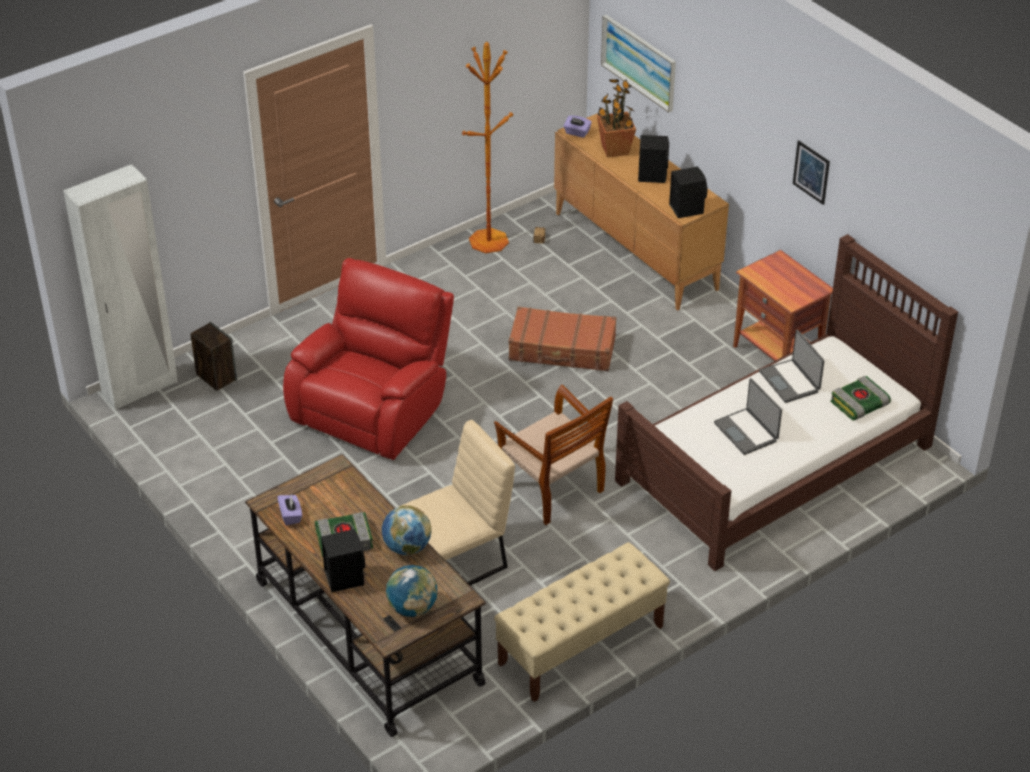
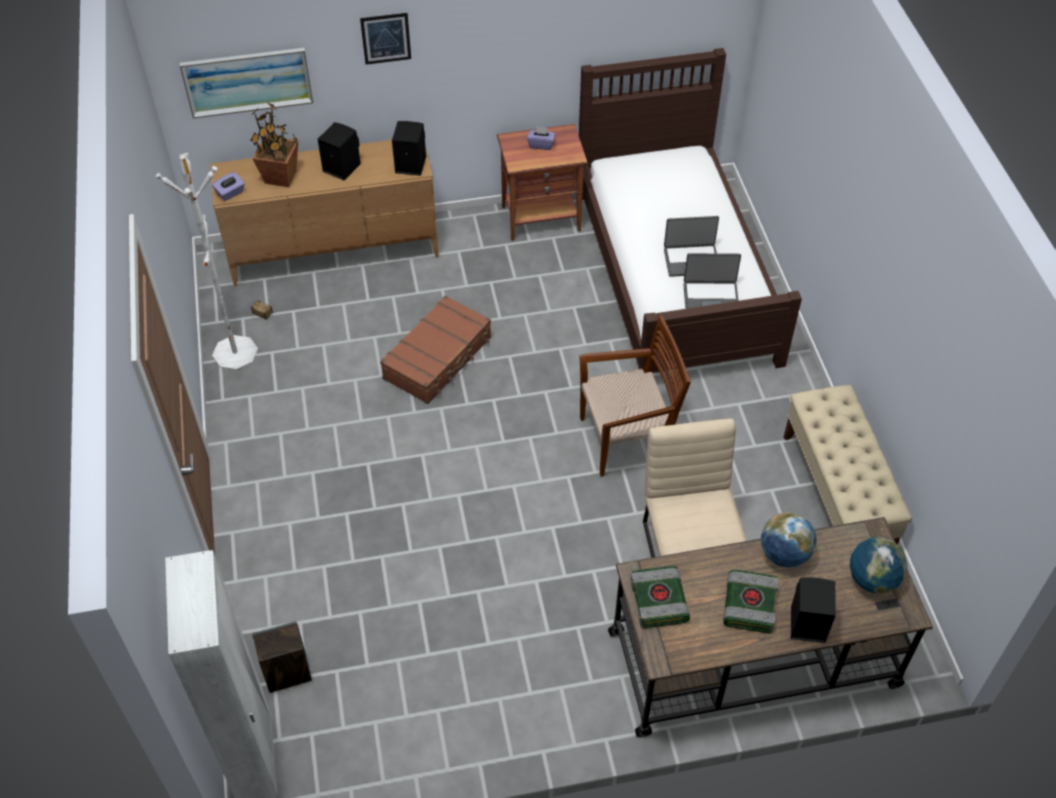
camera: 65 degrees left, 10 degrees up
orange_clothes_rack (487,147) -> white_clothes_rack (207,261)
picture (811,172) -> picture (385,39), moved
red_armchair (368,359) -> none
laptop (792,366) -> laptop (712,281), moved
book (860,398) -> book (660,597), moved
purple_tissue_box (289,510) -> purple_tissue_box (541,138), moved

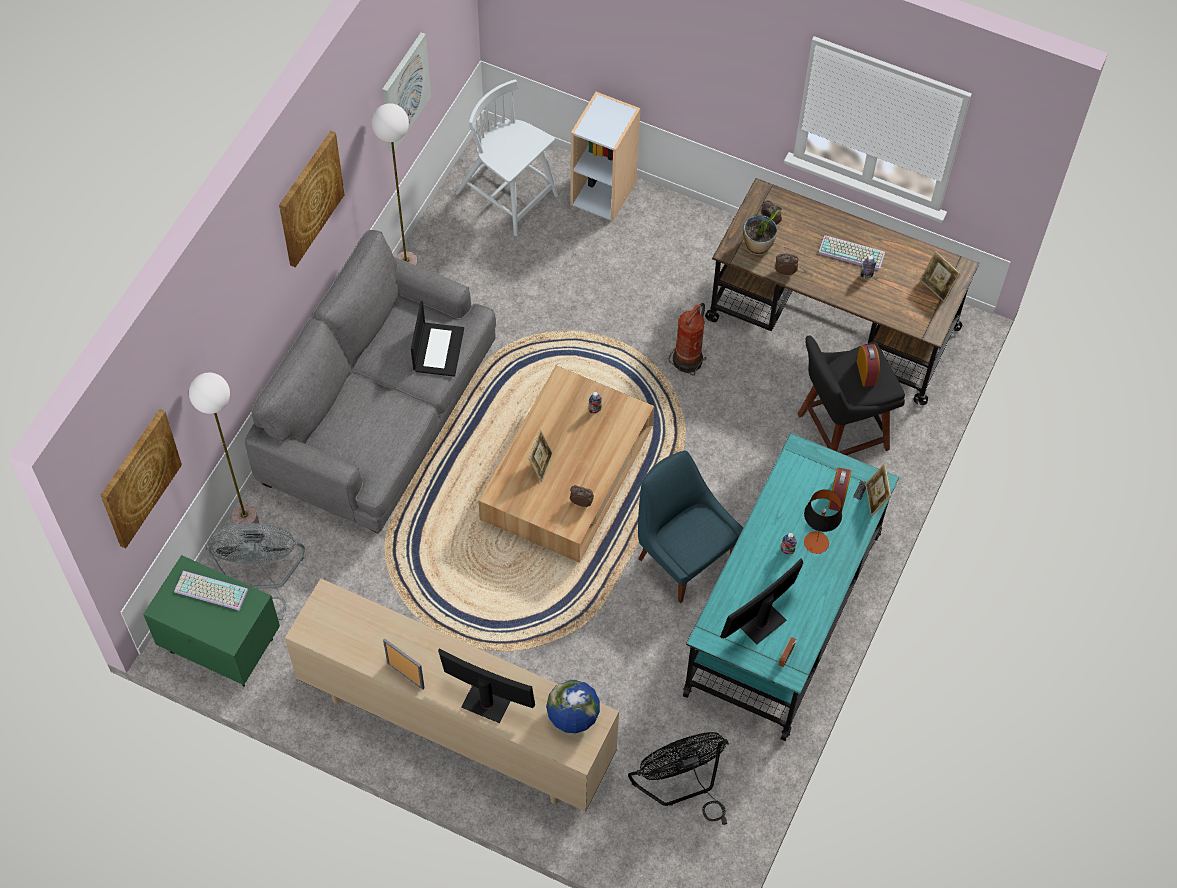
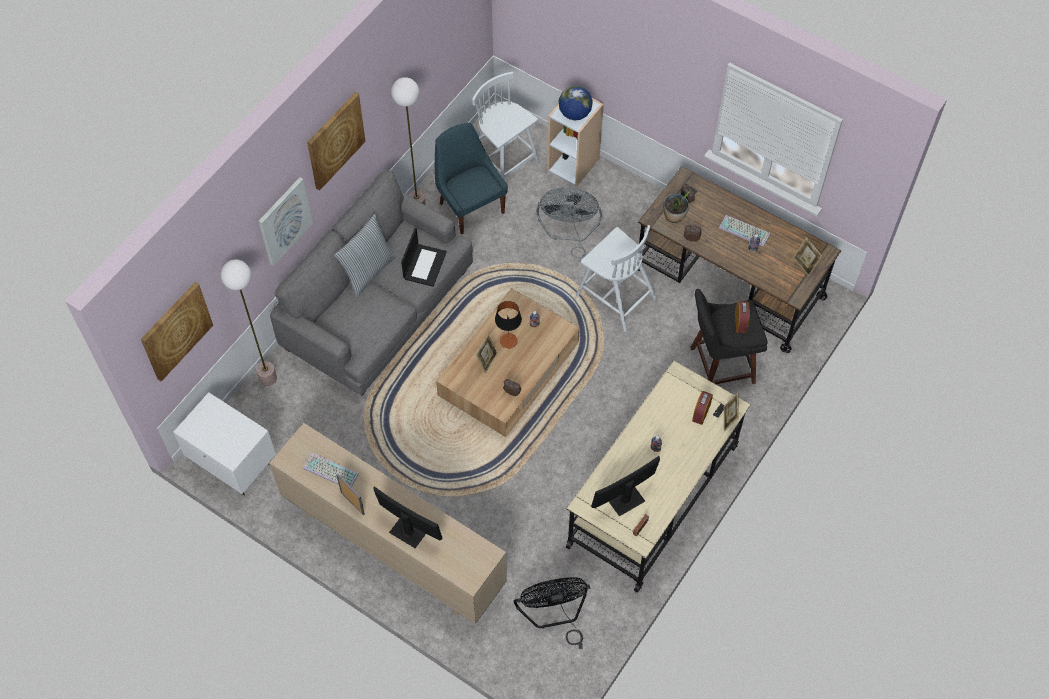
camera: 10 degrees right, 0 degrees up
picture (406,91) -> picture (285,221), moved
fire_extinguisher (687,339) -> white_chair (617,278)
turquoise_desk (791,587) -> beige_desk (658,476)
blue_chair (690,527) -> blue_chair (471,179), moved
table_lamp (823,521) -> table_lamp (508,325), moved
grey_fan (255,571) -> grey_fan (569,225), moved
green_nightstand (211,621) -> white_nightstand (224,443)
keyboard (211,591) -> keyboard (331,470), moved
globe (573,706) -> globe (575,103), moved
none -> pillow (365,255)

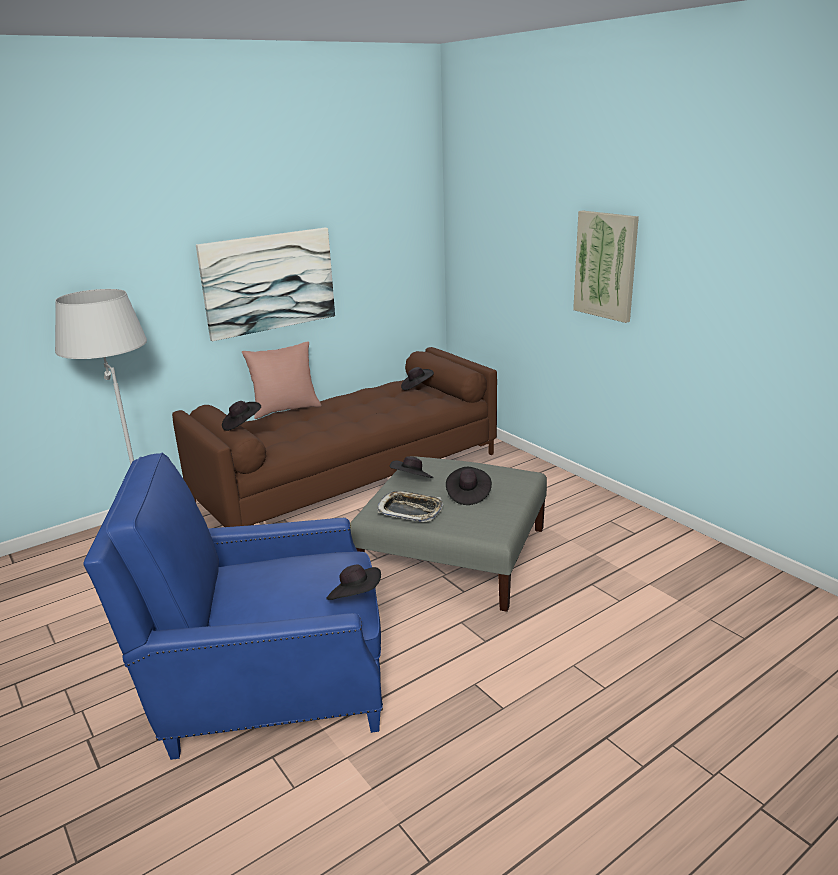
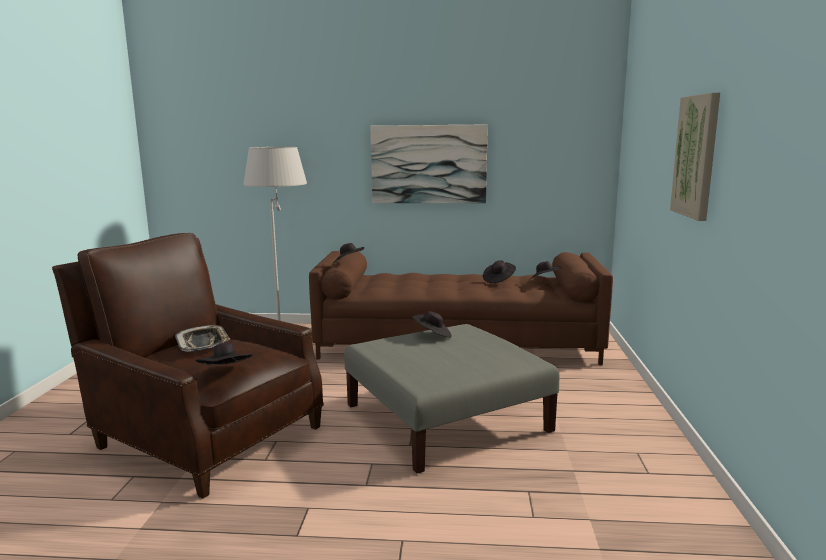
camera: 40 degrees right, 10 degrees down
pink_pillow (281,380) -> none
blue_armchair (233,606) -> brown_armchair (188,366)
black_hat (469,486) -> black_hat (499,271), moved
tray (410,506) -> tray (202,338), moved

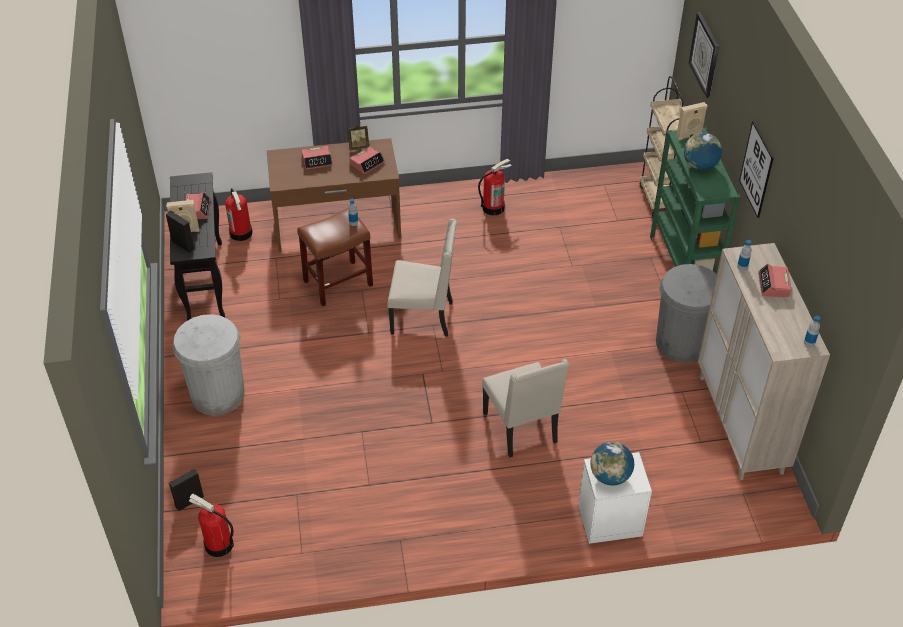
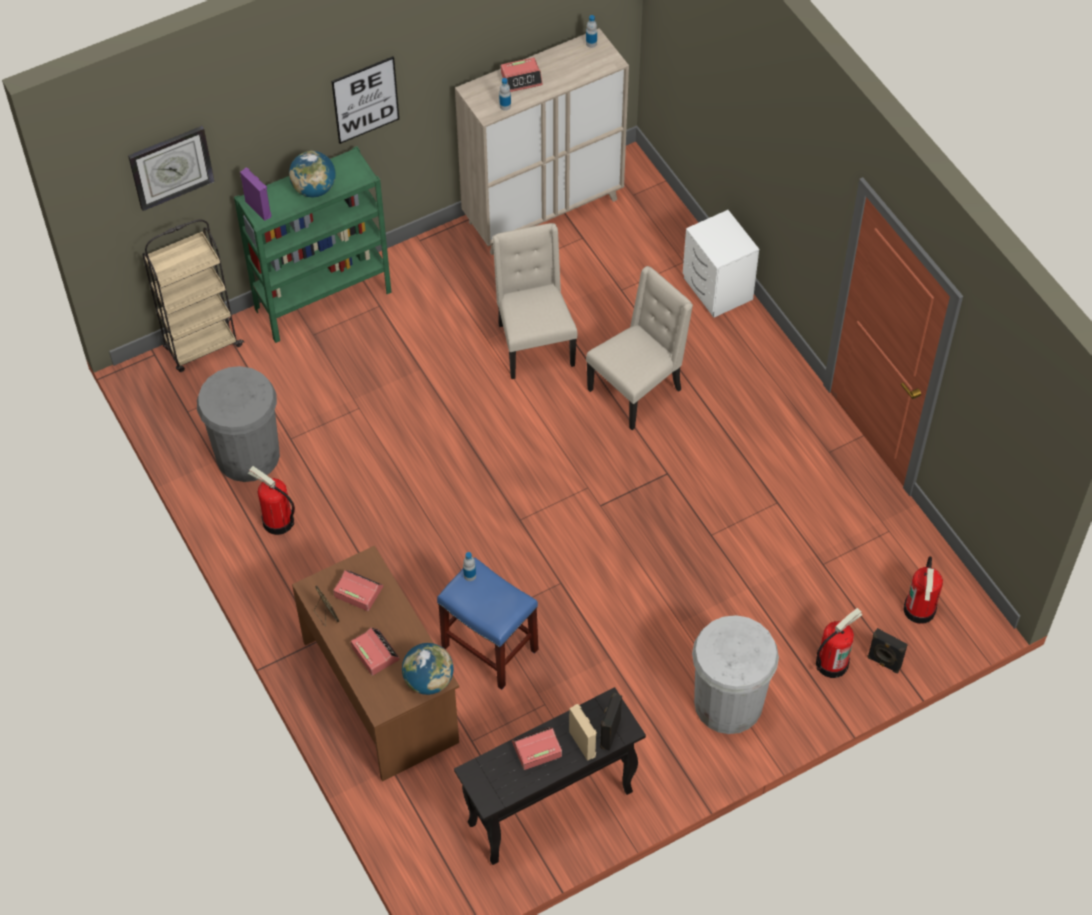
camera: 110 degrees left, 10 degrees up
beige_speaker (692,121) -> purple_speaker (255,194)
fire_extinguisher (238,214) -> fire_extinguisher (839,643), moved
brown_stool (335,257) -> blue_stool (488,624)
beige_chair (422,278) -> beige_chair (534,301), moved
grey_trash_can (686,313) -> grey_trash_can (238,424), moved
globe (612,464) -> globe (427,669), moved

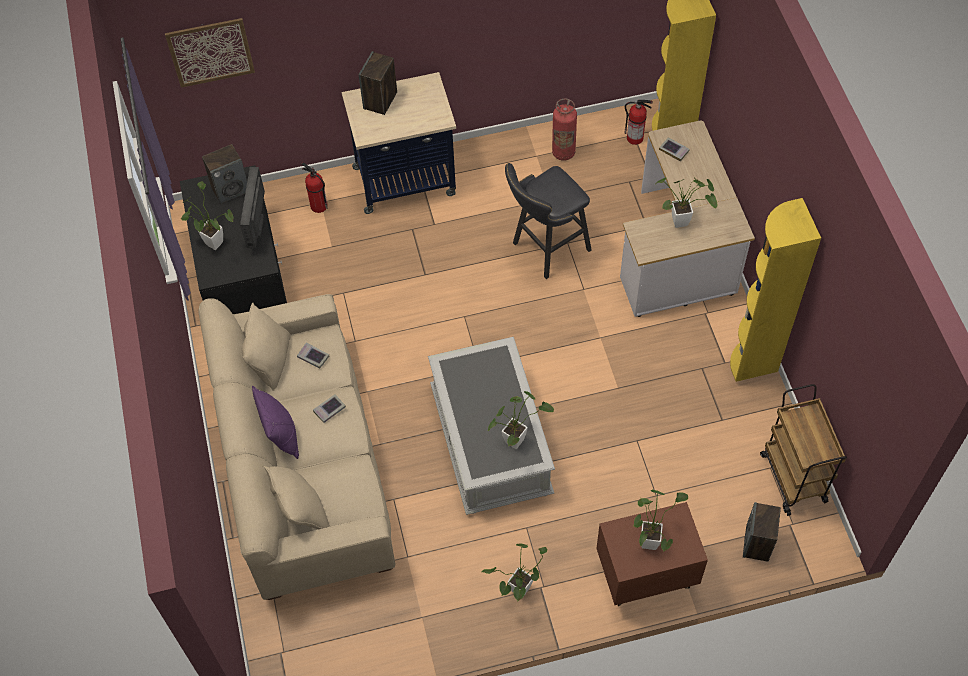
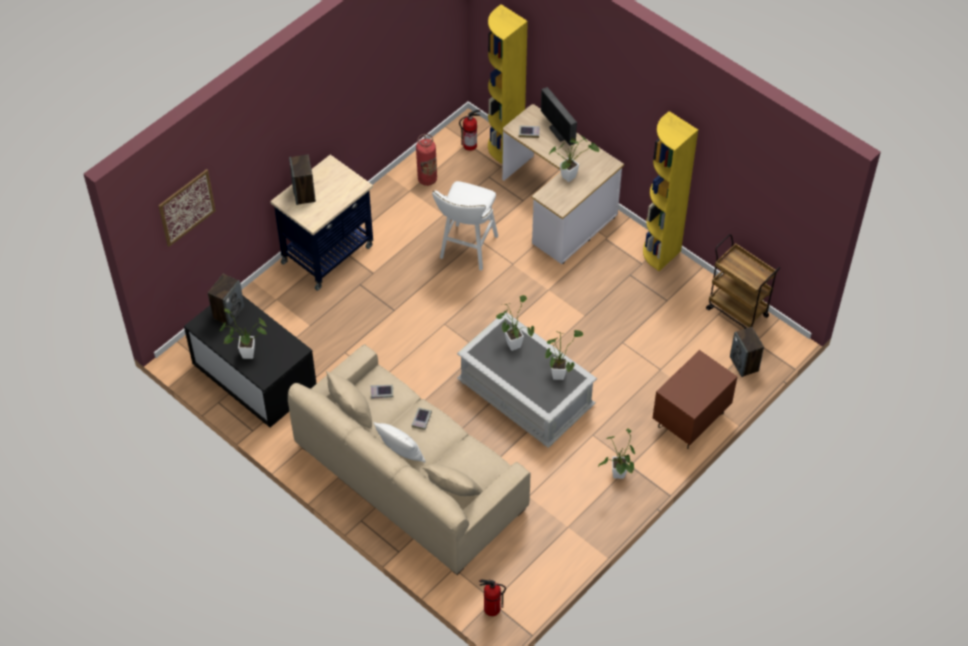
camera: 35 degrees left, 5 degrees down
fire_extinguisher (314,187) -> fire_extinguisher (492,597), moved
black_stool (548,221) -> white_stool (465,226)
monitor (252,208) -> monitor (559,116), moved
purple_pillow (275,422) -> white_pillow (399,442)
potted_plant (661,521) -> potted_plant (515,323), moved

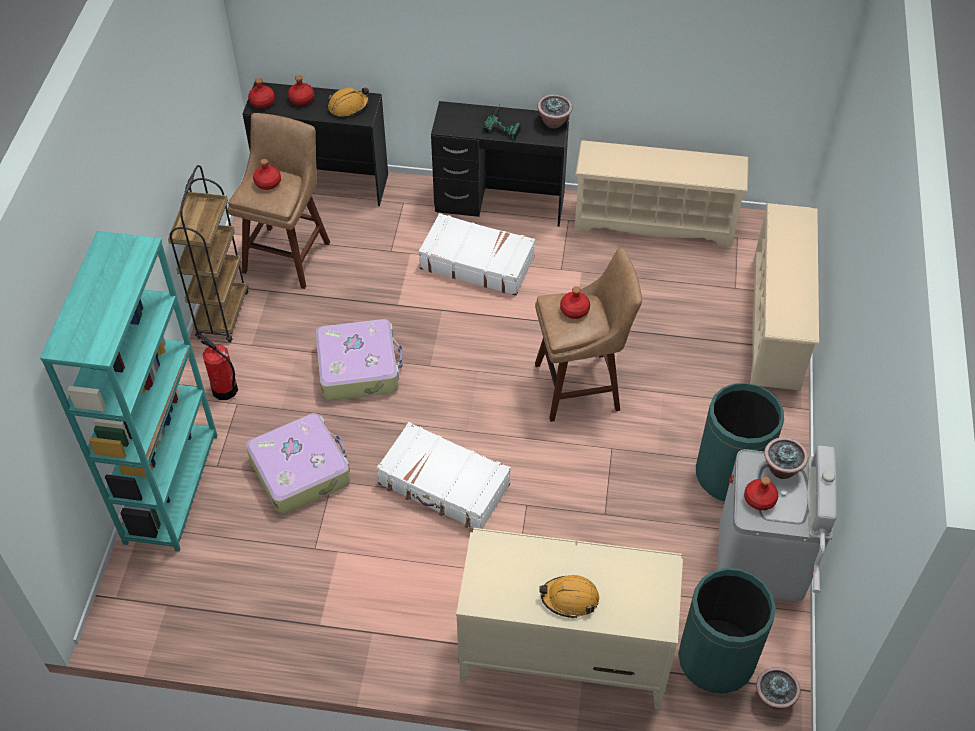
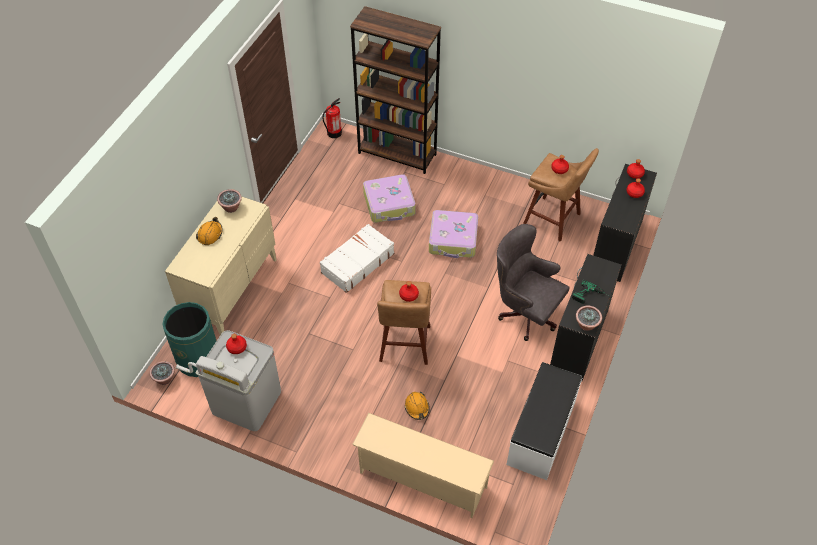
camera: 105 degrees right, 0 degrees up
orange_hard_hat (348,102) -> orange_hard_hat (417,406), moved
beige_shoe_rack (661,193) -> white_bench (544,421)
brown_cart (208,253) -> none
white_suitcase (477,254) -> grey_office_chair (533,282)
turquoise_bookcase (129,391) -> brown_bookcase (395,90)
fire_extinguisher (218,367) -> fire_extinguisher (332,118), moved
green_trash_can (740,442) -> none
potted_plant (786,458) -> potted_plant (229,201), moved

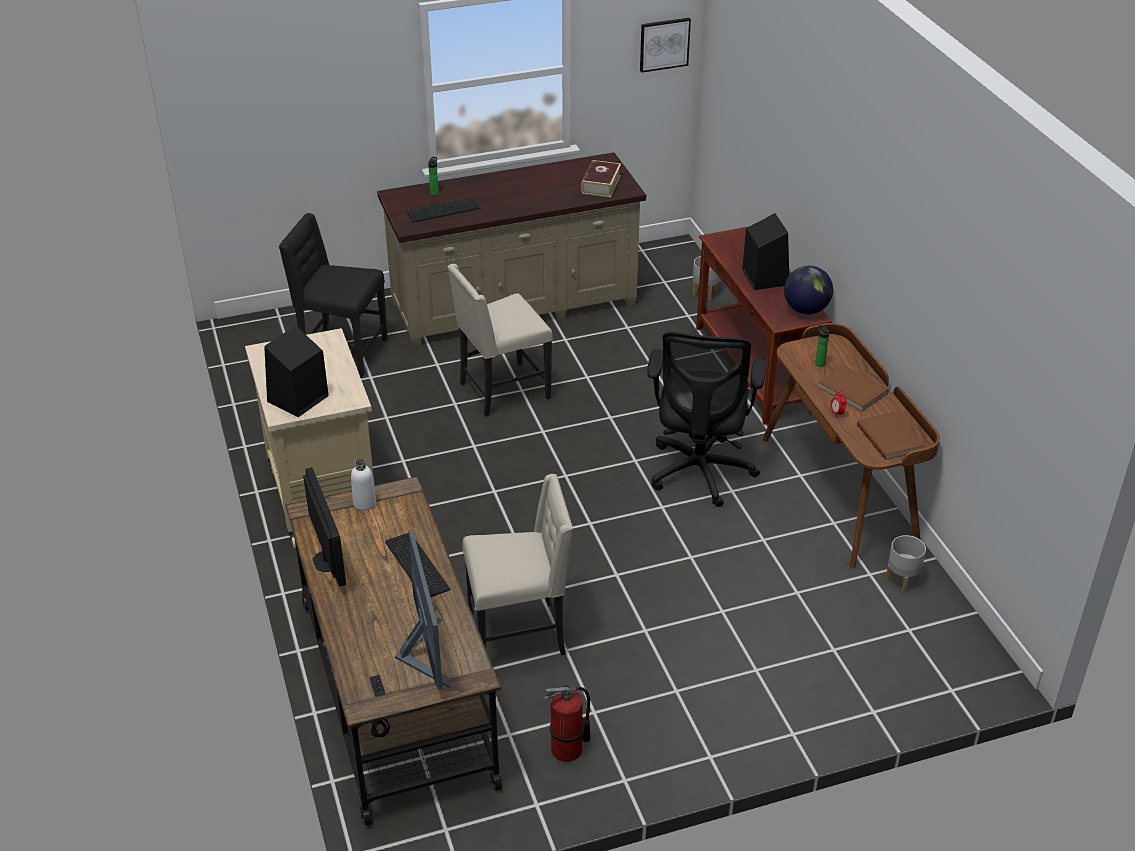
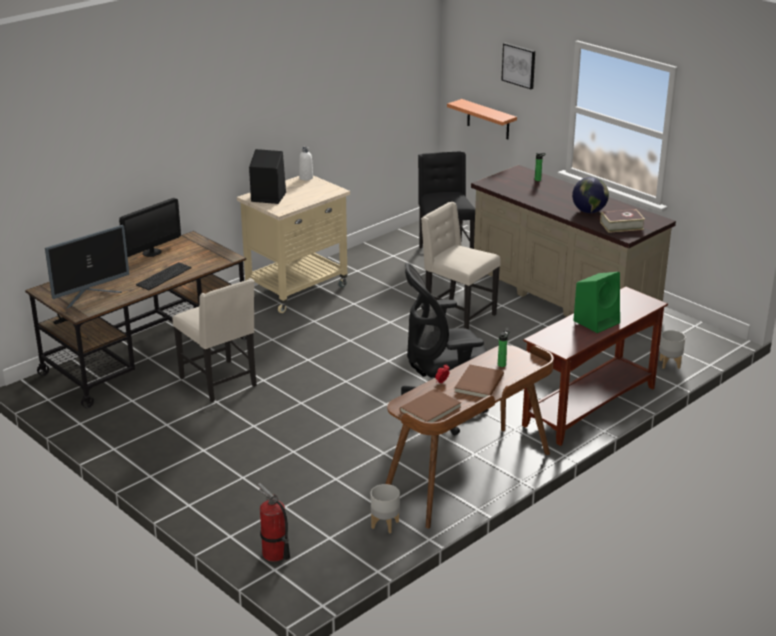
camera: 65 degrees right, 10 degrees down
picture (665,45) -> picture (518,66), moved
keyboard (444,210) -> none
black_speaker (765,251) -> green_speaker (596,302)
globe (808,289) -> globe (590,195), moved
white_bottle (363,485) -> white_bottle (306,163), moved
fire_extinguisher (567,723) -> fire_extinguisher (274,522), moved
none -> shelf (482,119)

